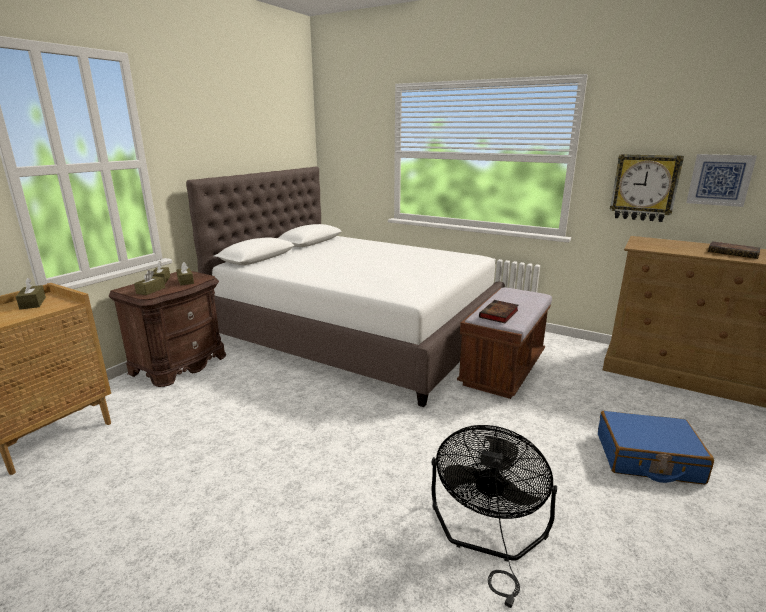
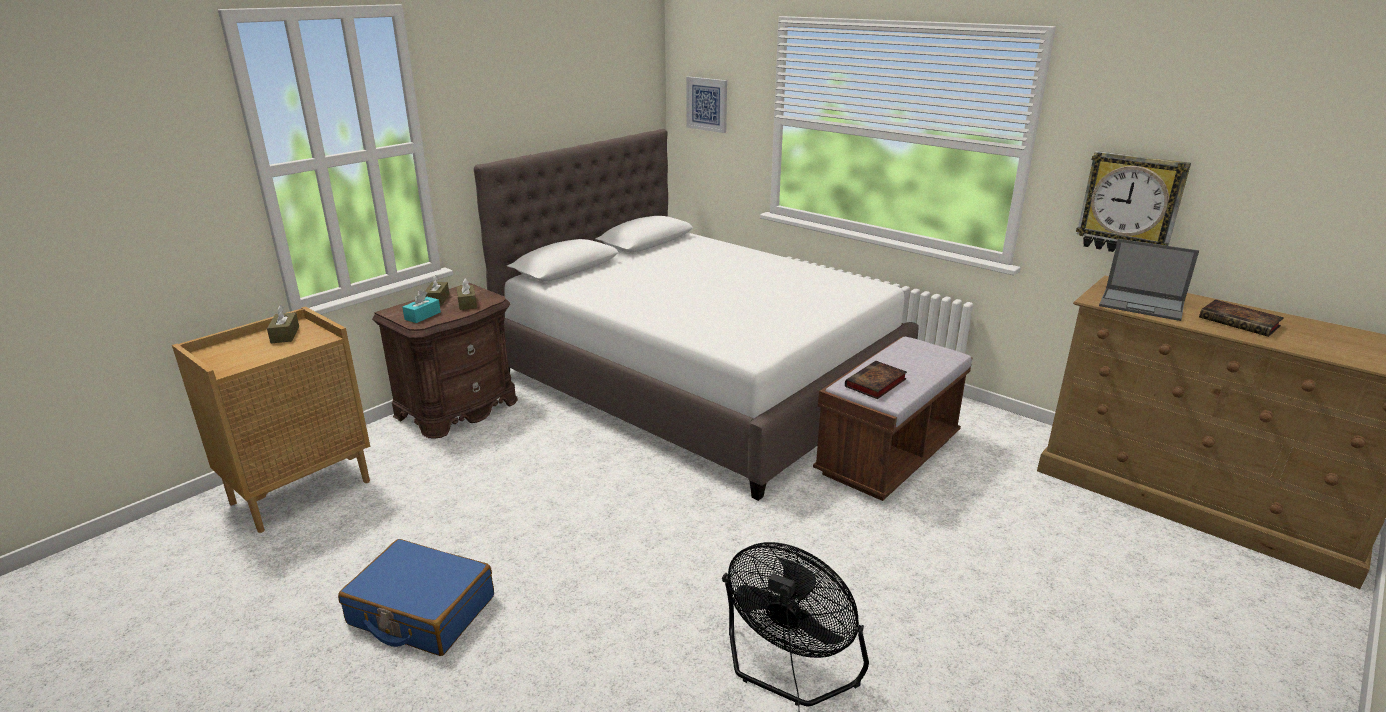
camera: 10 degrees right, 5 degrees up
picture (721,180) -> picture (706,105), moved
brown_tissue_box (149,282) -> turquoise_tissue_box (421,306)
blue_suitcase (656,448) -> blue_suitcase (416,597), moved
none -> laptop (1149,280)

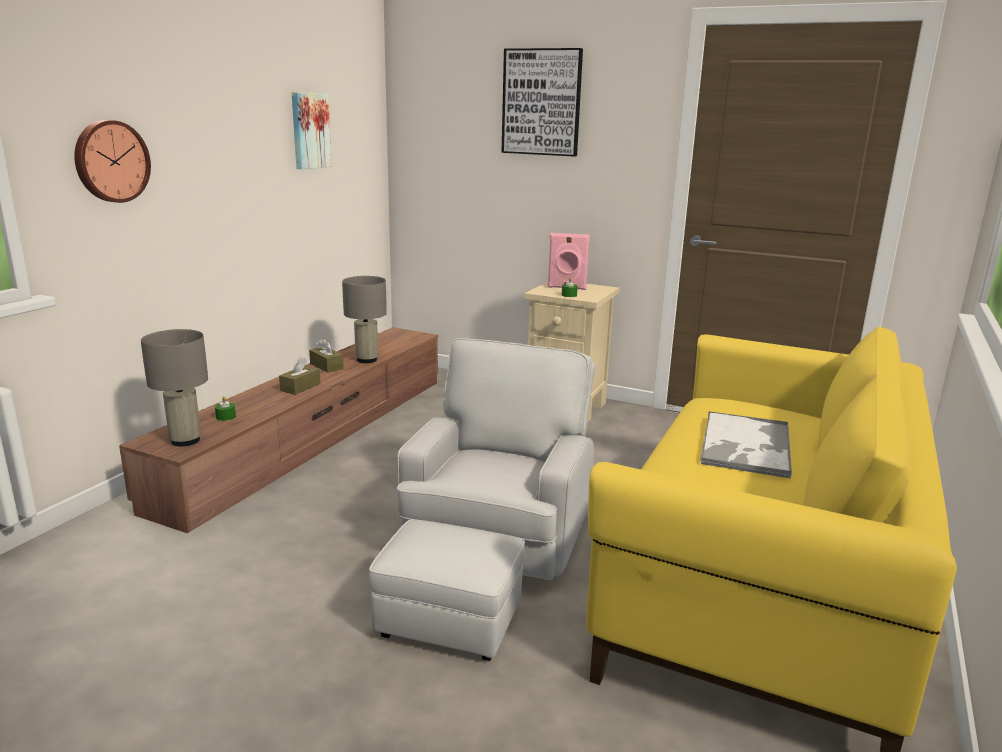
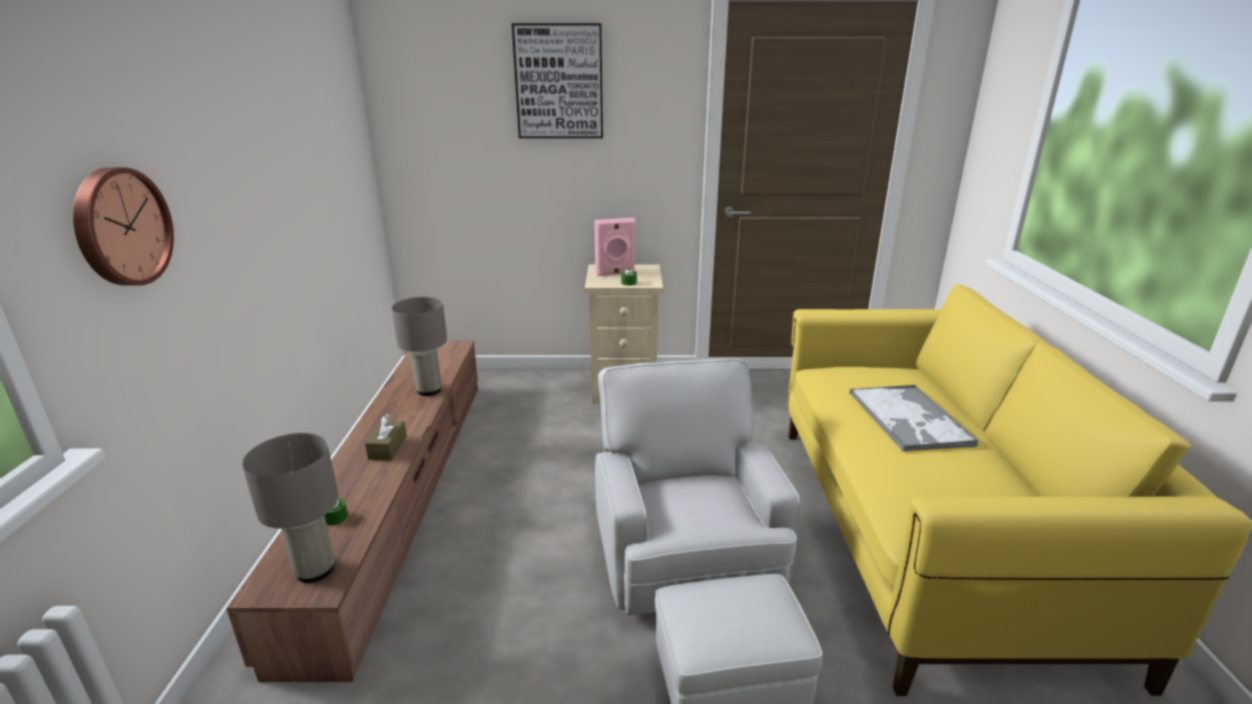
camera: 25 degrees left, 5 degrees up
picture (312,130) -> none
brown_tissue_box (326,355) -> none

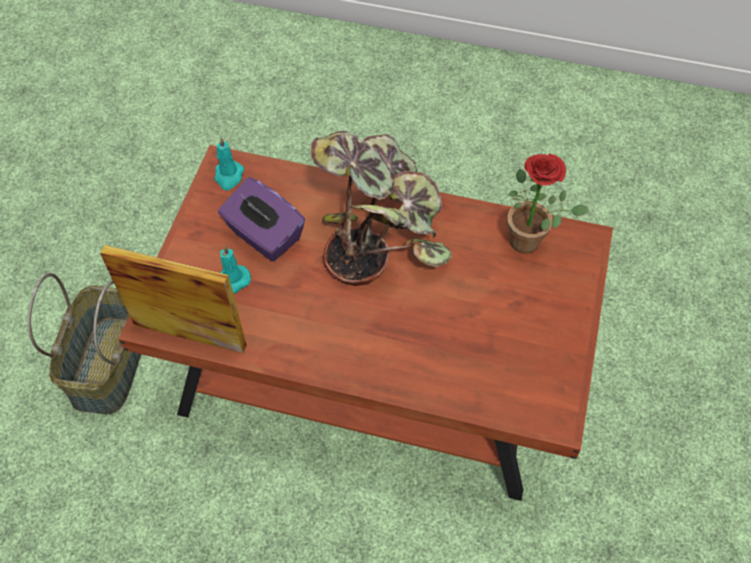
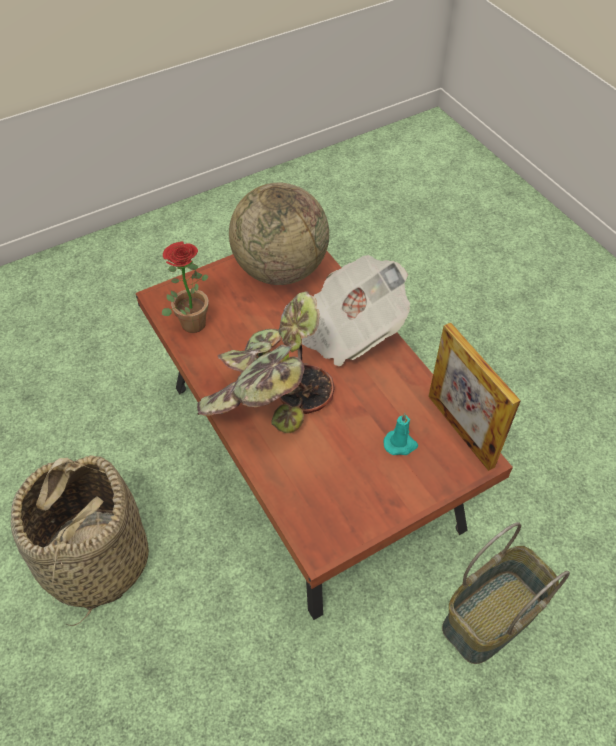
camera: 135 degrees left, 5 degrees down
turquoise_candle (229,163) -> none
purple_tissue_box (261,219) -> none
none -> globe (279,234)
none -> newspaper (356,310)
none -> basket (80,540)

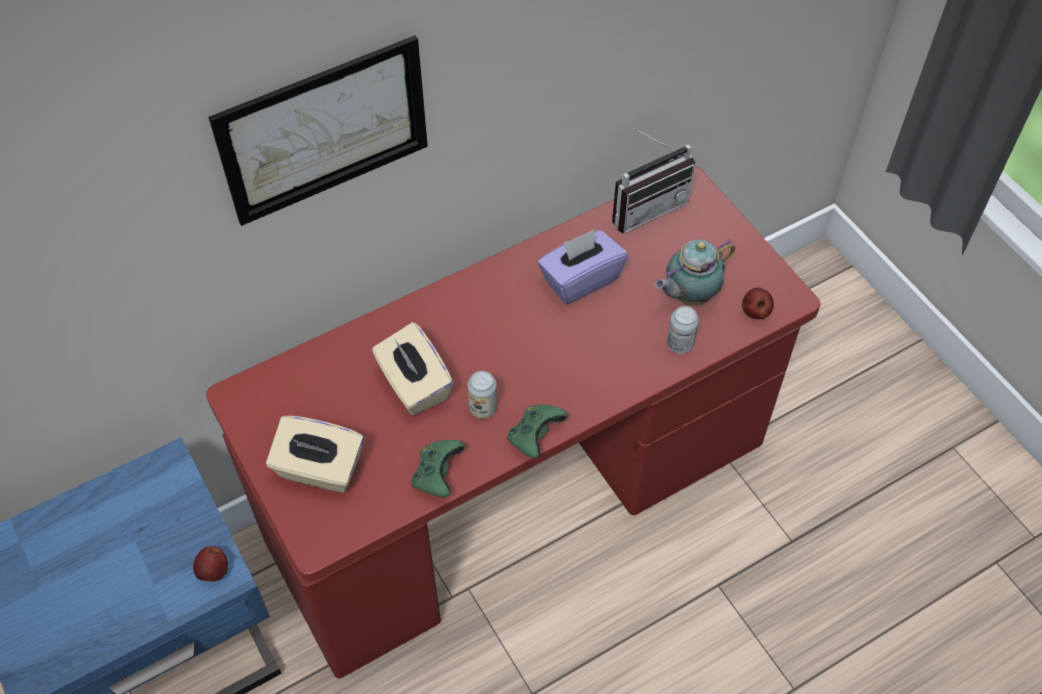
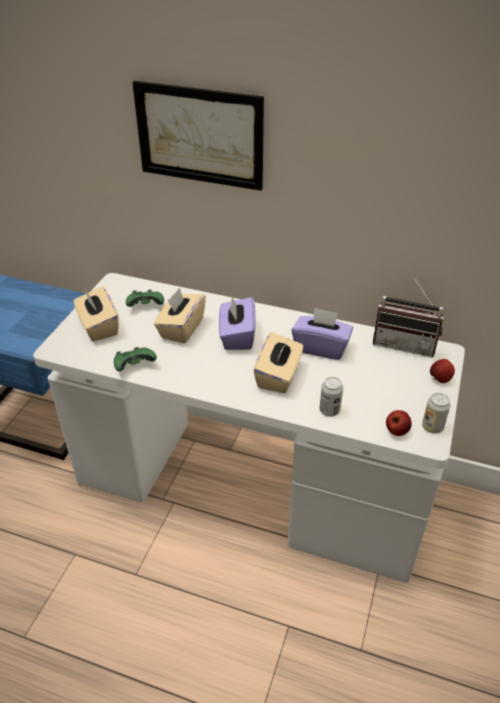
camera: 50 degrees right, 15 degrees down
red_desk (513,422) -> white_desk (249,428)
teapot (695,272) -> none
can (482,395) -> can (436,413), moved
green_game_controller (537,431) -> green_game_controller (145,298), moved
apple (210,563) -> apple (442,371), moved
none -> purple_tissue_box (237,323)
none -> beige_tissue_box (278,362)

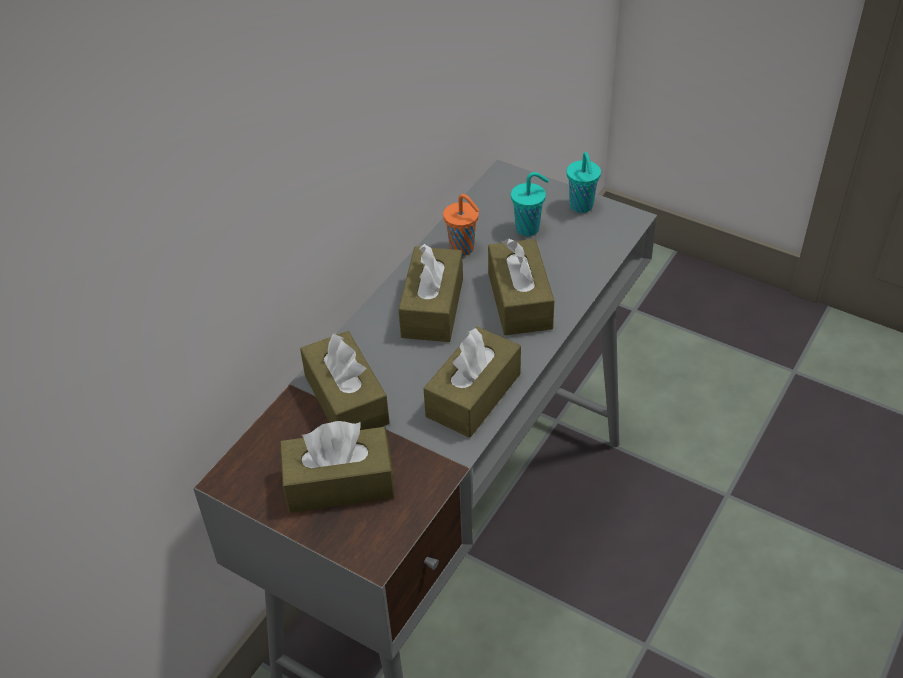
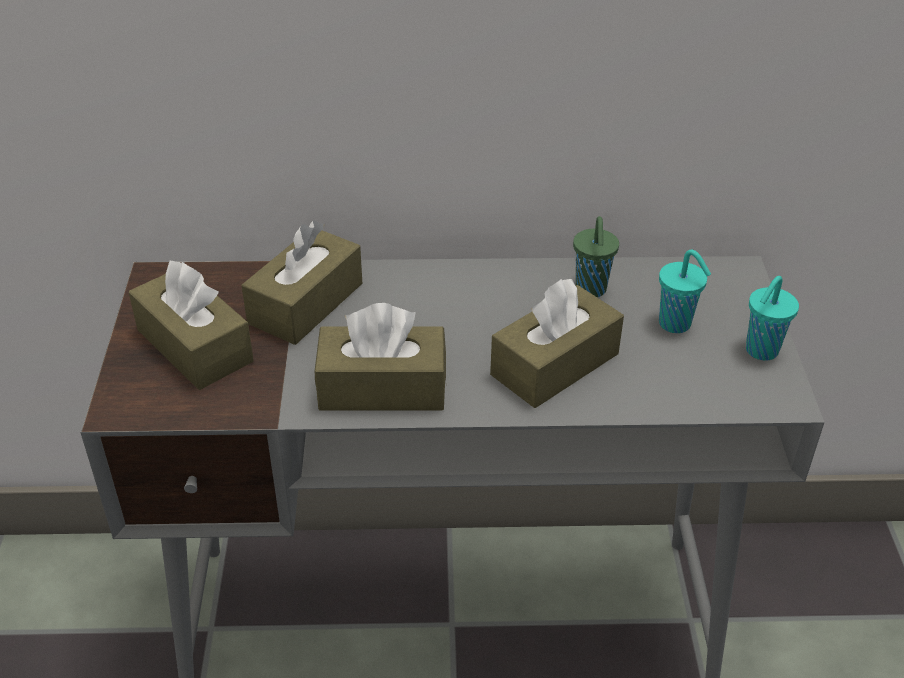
camera: 55 degrees right, 5 degrees down
orange_cup (461,225) -> green_cup (596,257)
brown_tissue_box (430,293) -> none

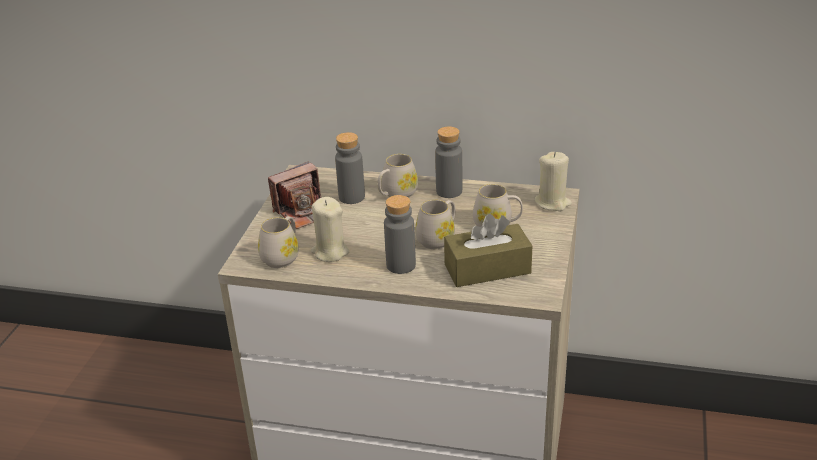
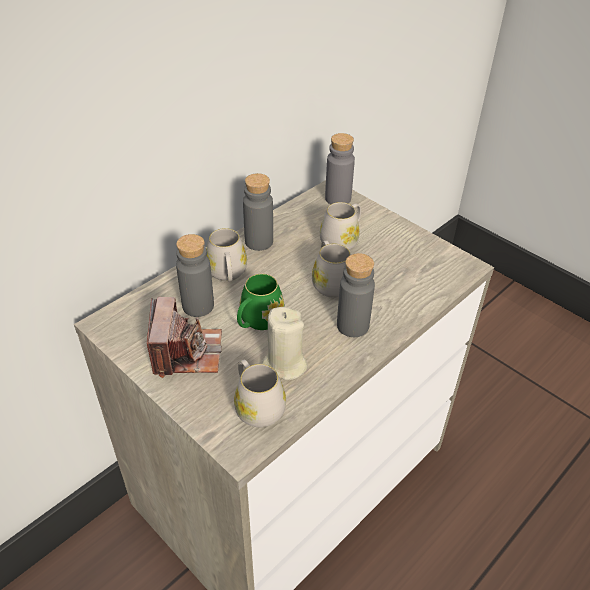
camera: 60 degrees left, 10 degrees up
beige_candle (553,181) -> grey_bottle (340,168)
brown_tissue_box (488,250) -> none
none -> green_mug (261,302)

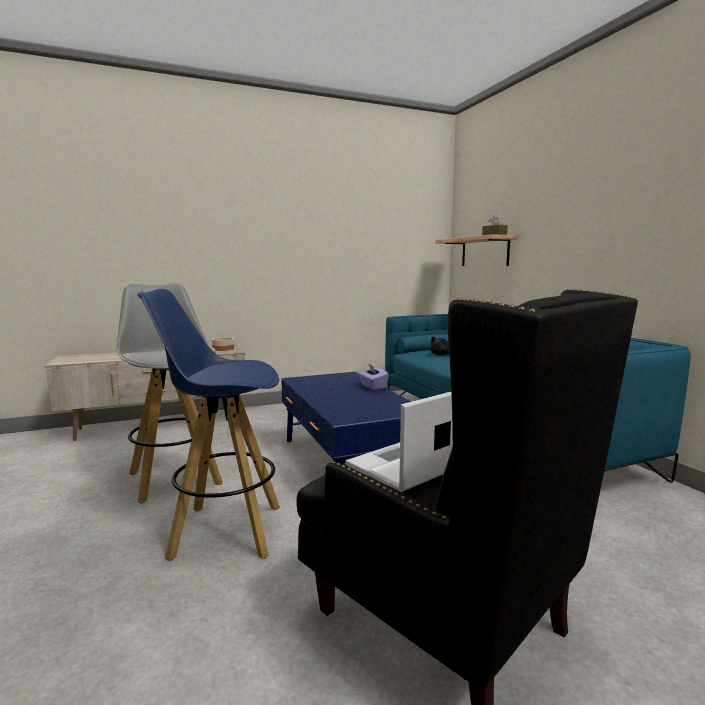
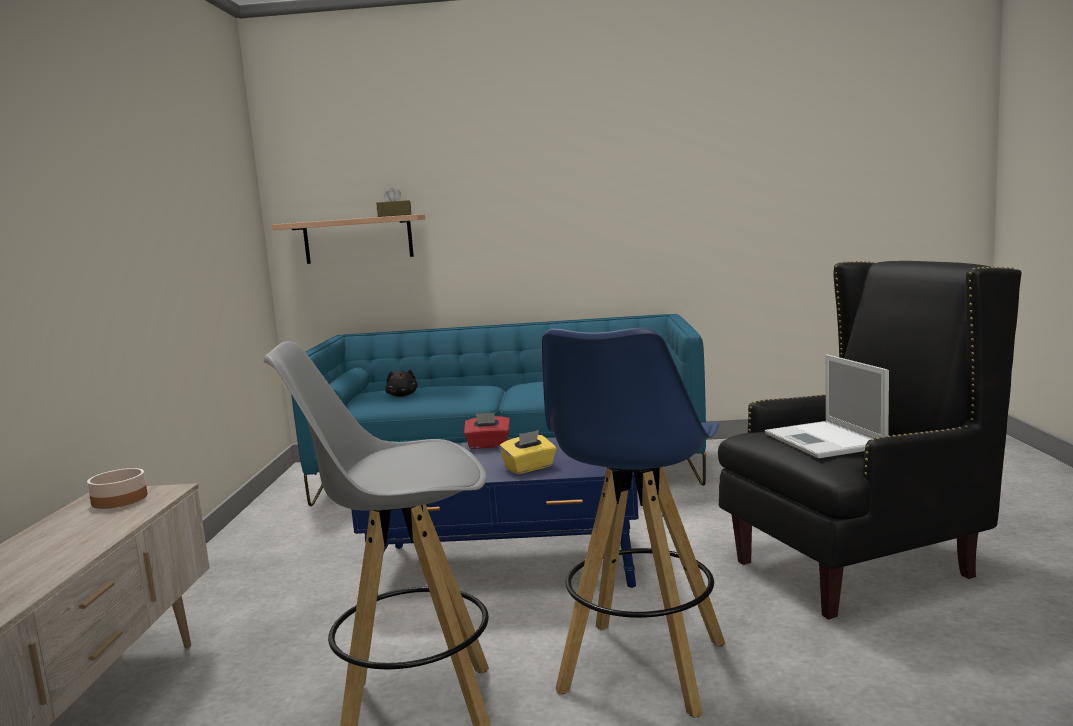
camera: 65 degrees left, 0 degrees up
purple_tissue_box (374,377) -> red_tissue_box (487,430)
none -> yellow_tissue_box (527,452)

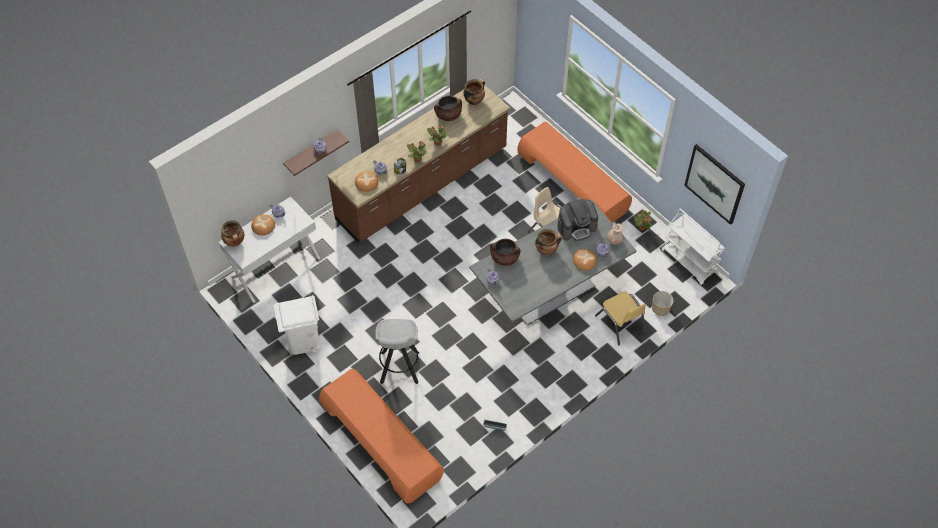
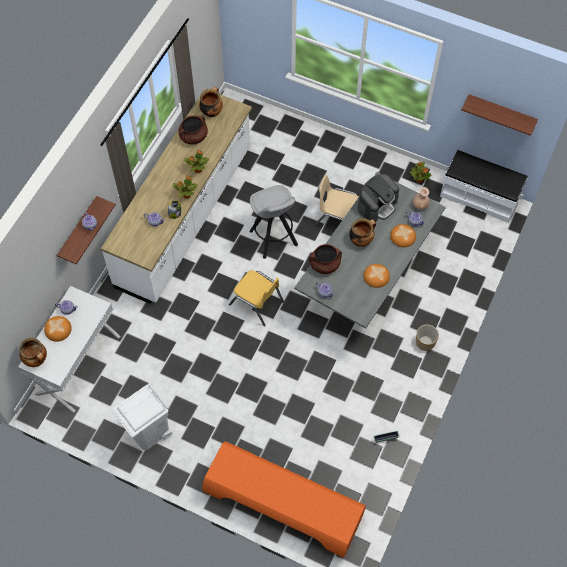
camera: 25 degrees left, 5 degrees up
brown_counter (418,164) -> white_counter (176,196)
orange_bench (574,172) -> none
picture (714,184) -> shelf (499,115)
bread (366,181) -> bread (376,276), moved
white_cart (693,247) -> white_bench (484,186)
yellow_chair (620,318) -> yellow_chair (256,298), moved
planter (662,303) -> planter (427,337), moved
grey_stool (397,351) -> grey_stool (273,222), moved

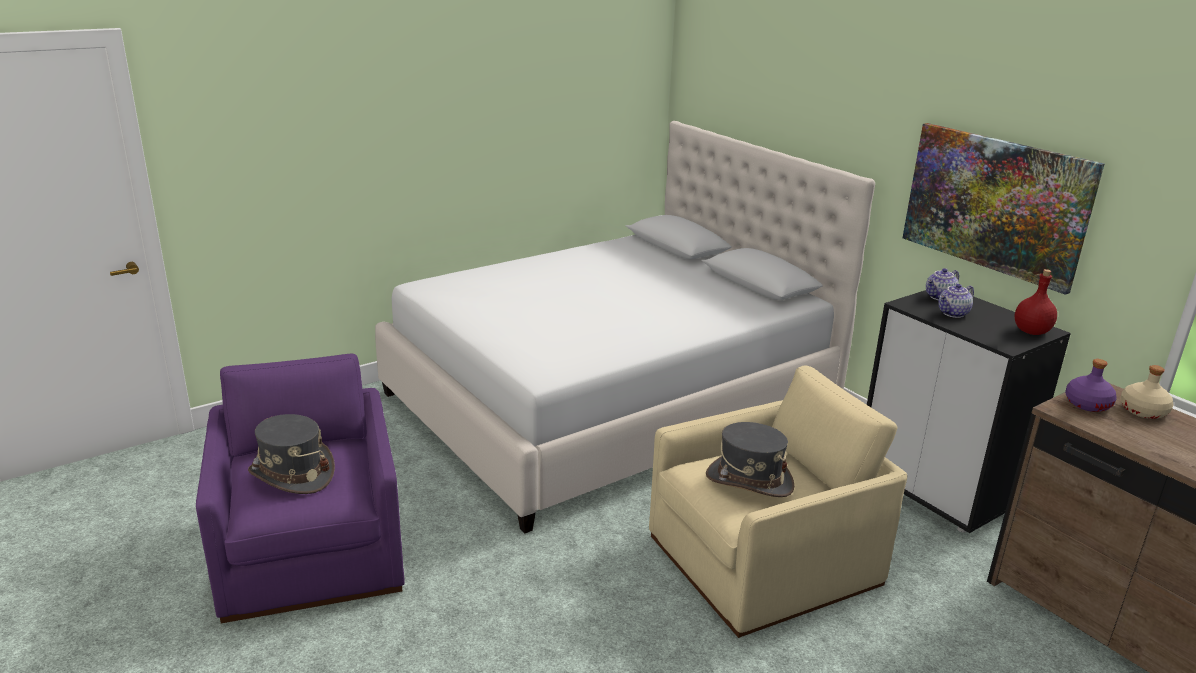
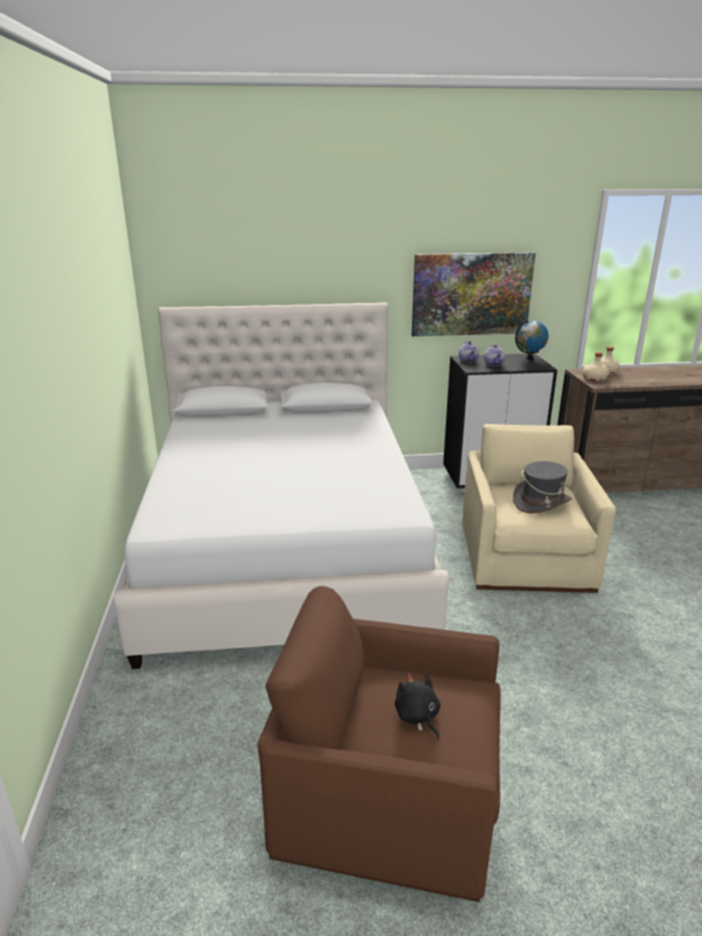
camera: 60 degrees left, 0 degrees up
red_bottle (1035,302) -> globe (532,340)
purple_armchair (300,488) -> brown_armchair (379,744)
purple_bottle (1091,385) -> beige_bottle (596,367)
grey_hat (291,454) -> black_plush_toy (418,706)

